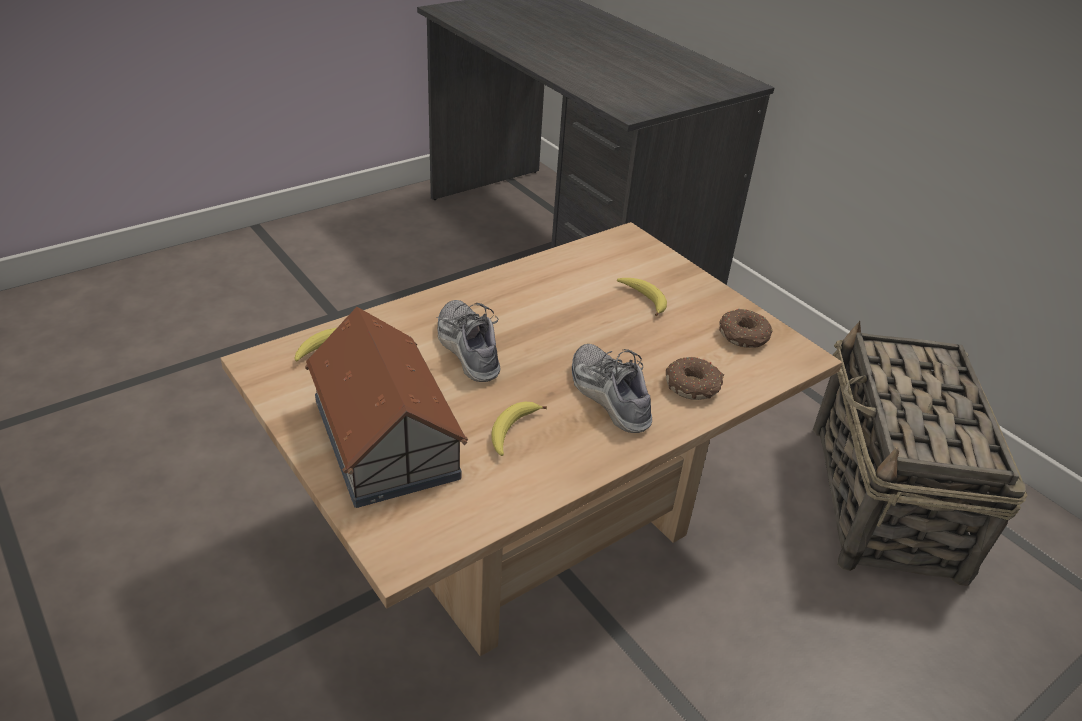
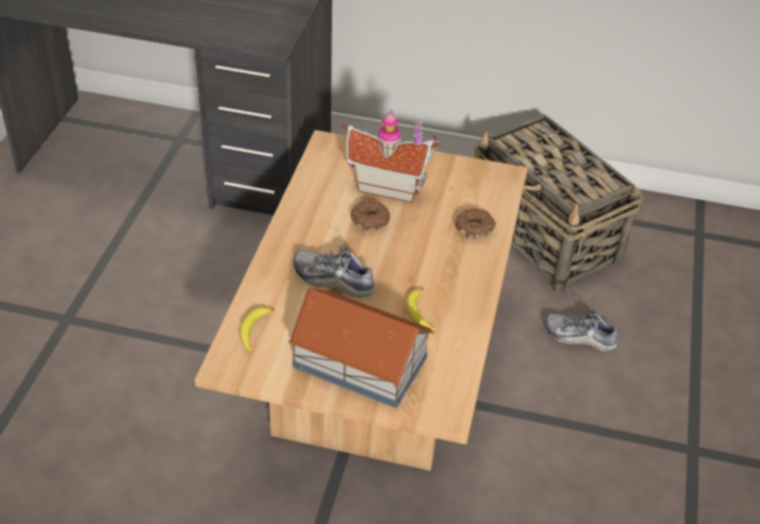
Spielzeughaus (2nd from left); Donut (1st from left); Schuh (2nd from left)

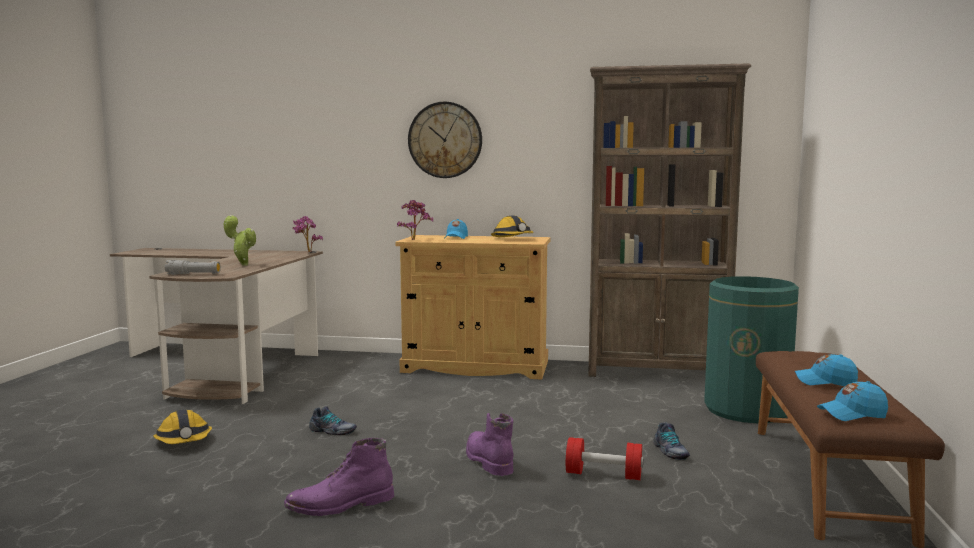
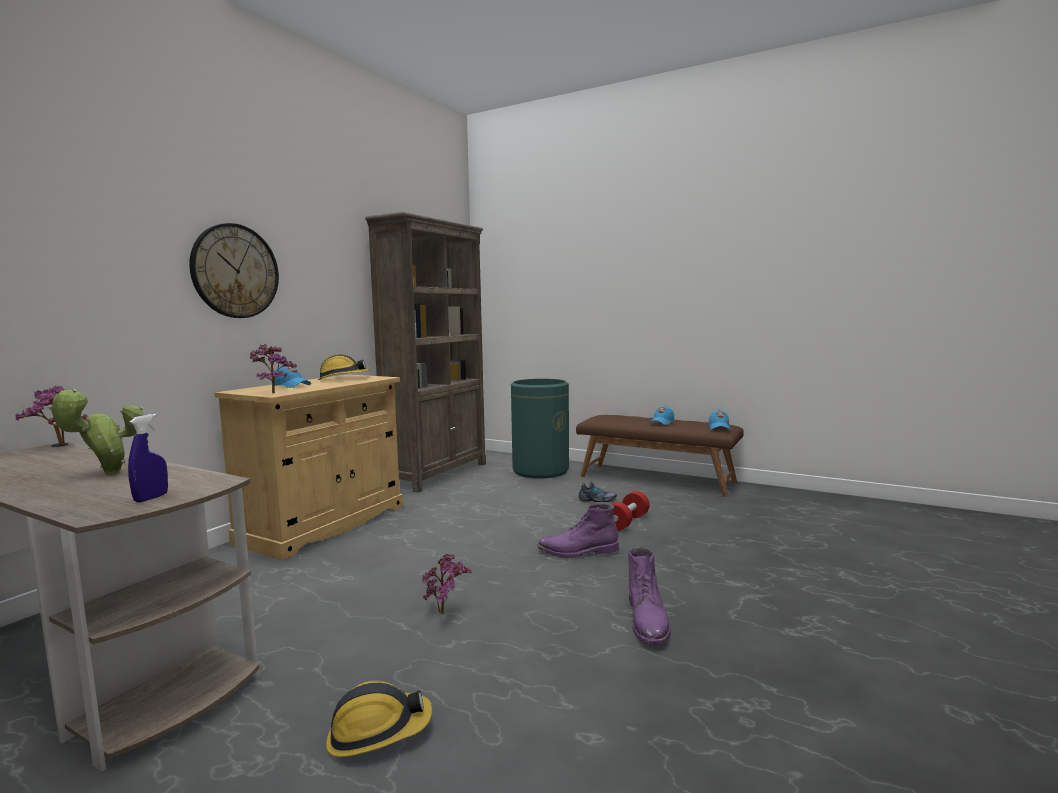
Sprühflasche/blau; Topfpflanze (4th from left)

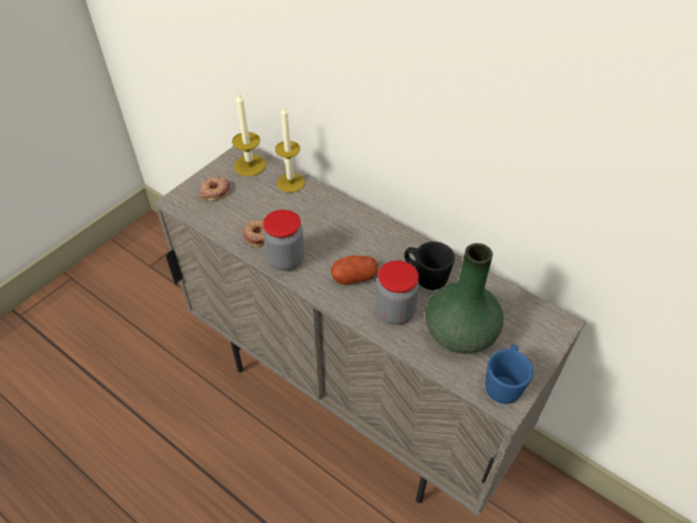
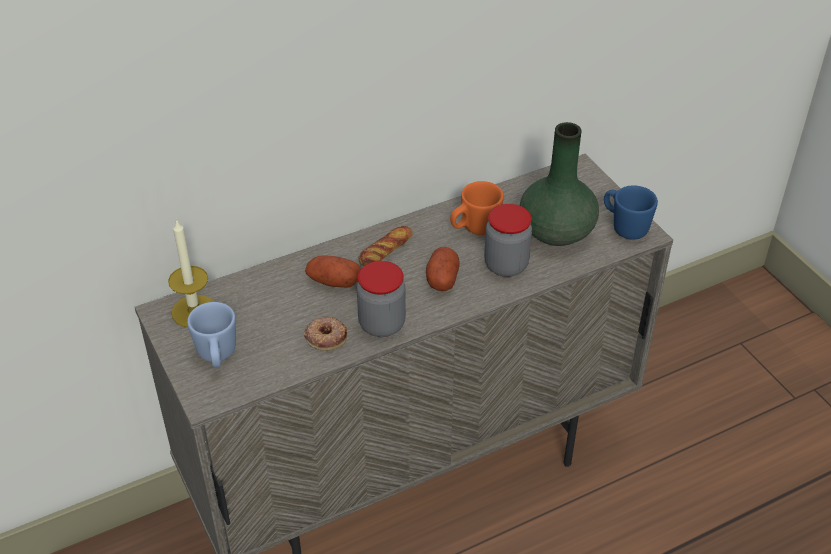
Henkelbecher/blau (1st from left); Kartoffel (1st from left); Brot; Henkelbecher/orange; Kerze (2nd from left in the first image)

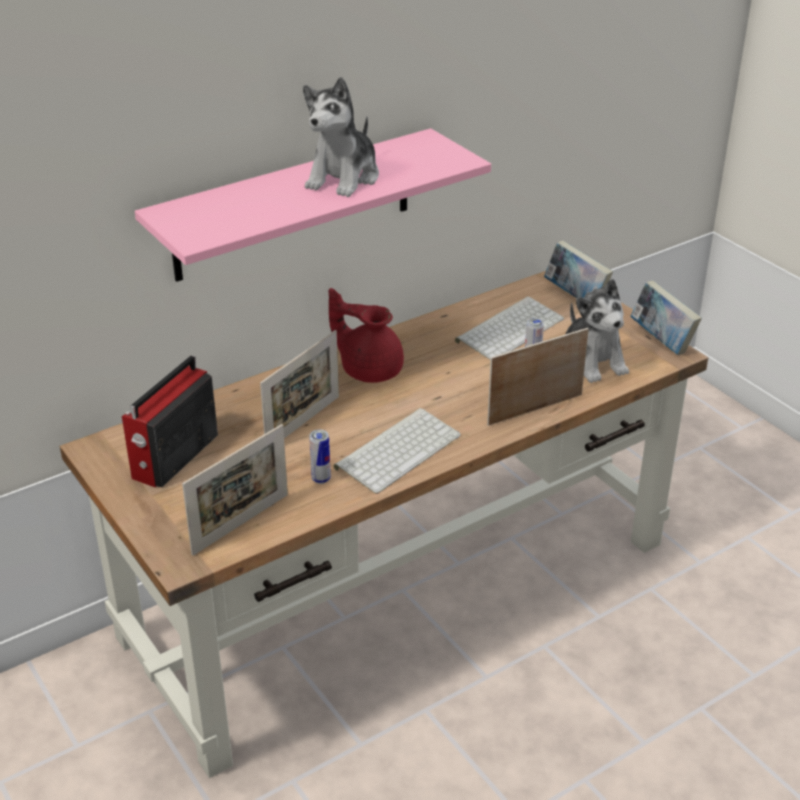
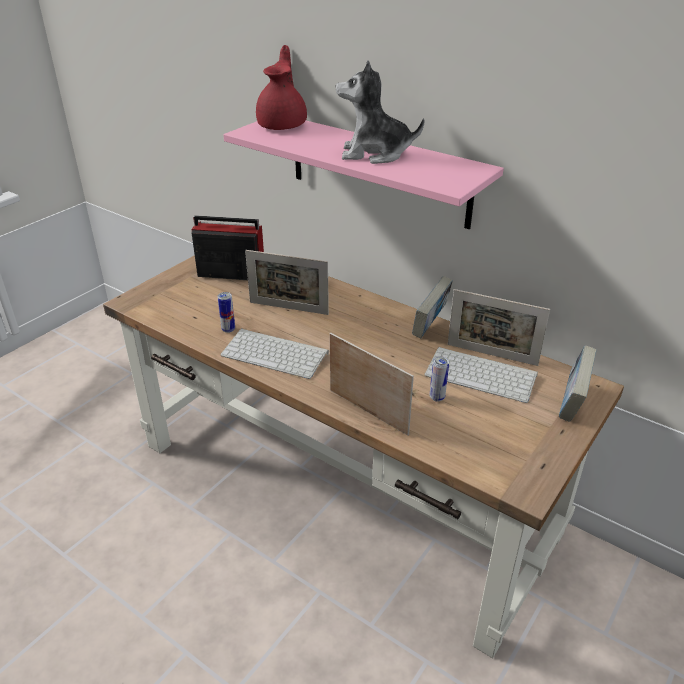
Teekanne/rot; Buch (1st from left); Bilderrahmen (3rd from left); Plüschtier (2nd from left in the first image)

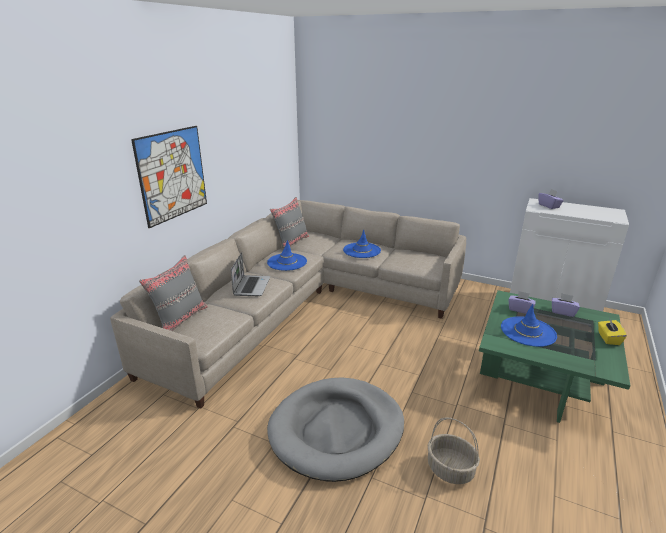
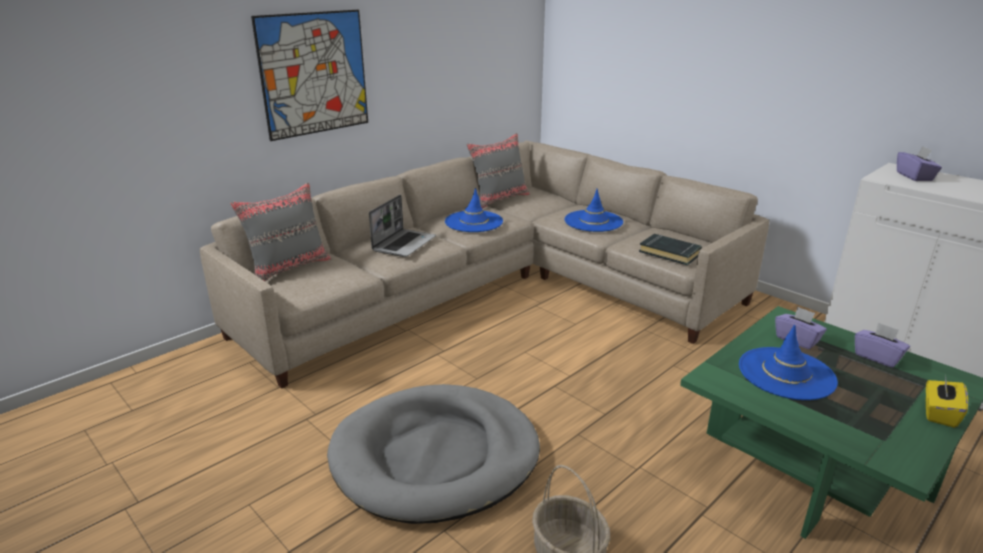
Buch/schwarz

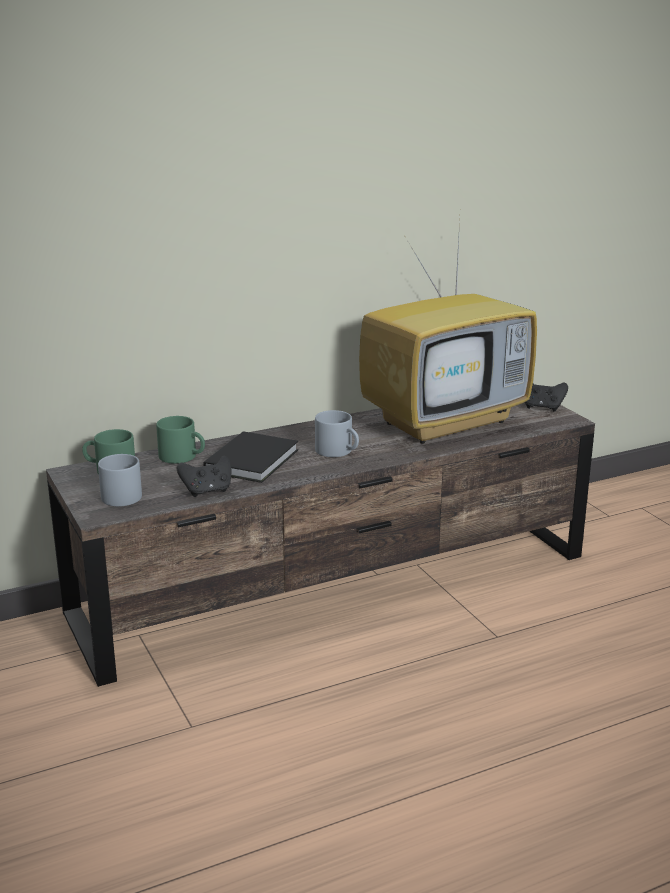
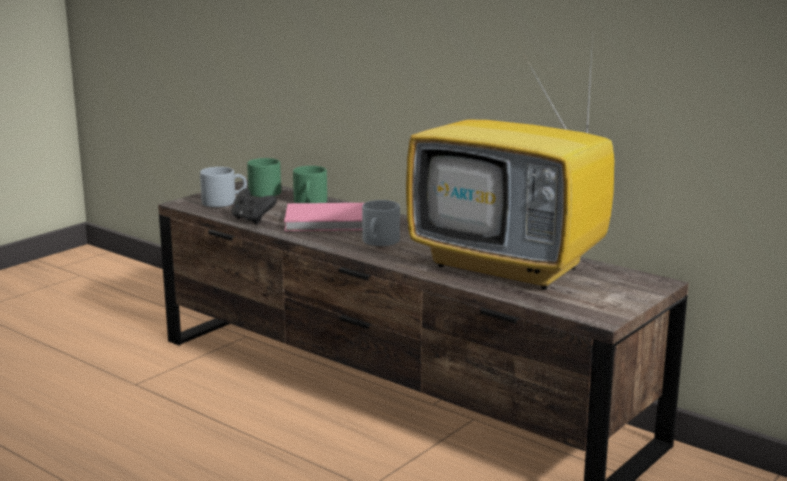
Buch/rosa; Gamepad/schwarz (2nd from left in the first image)

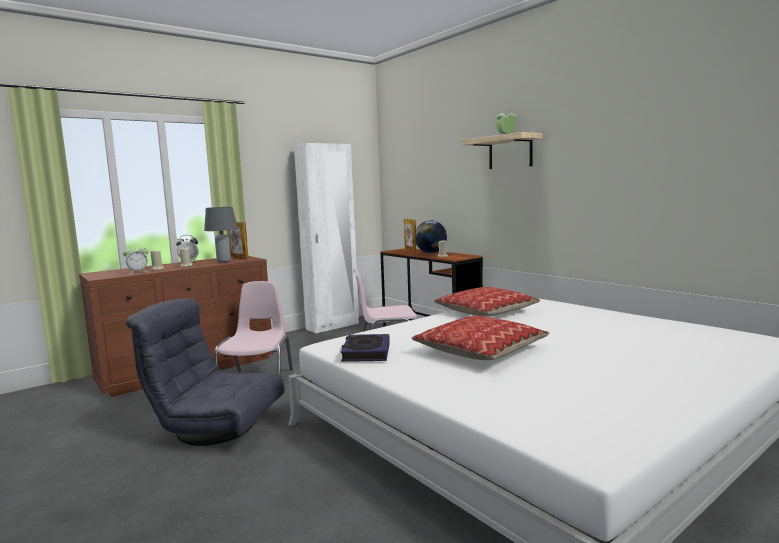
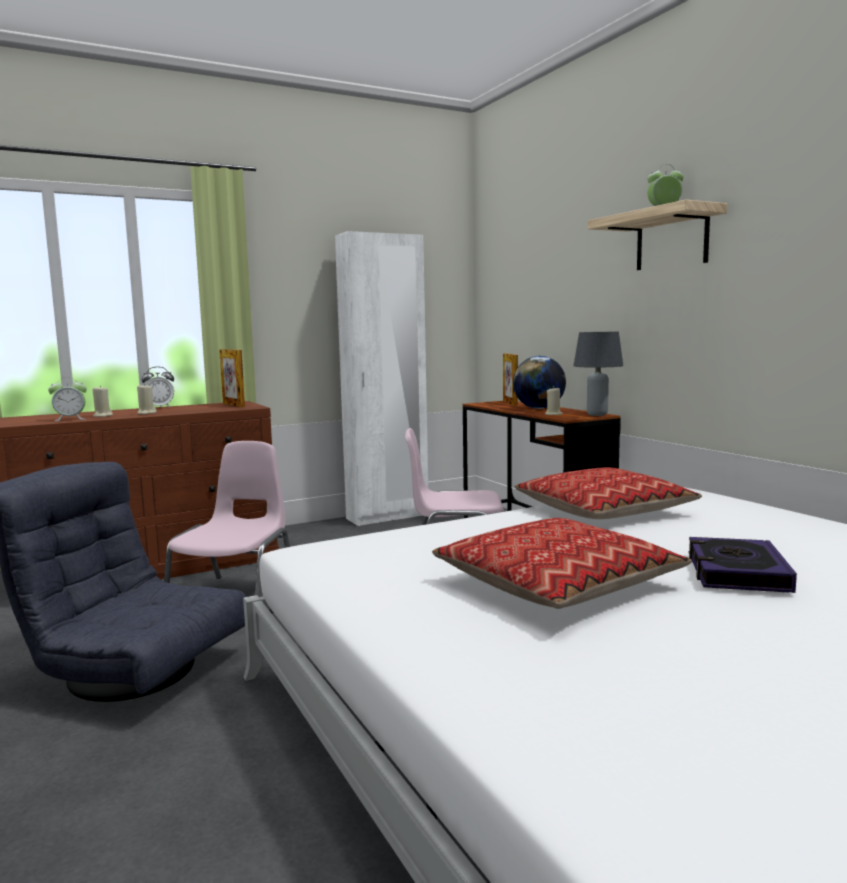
Tischlampe/grau; Buch

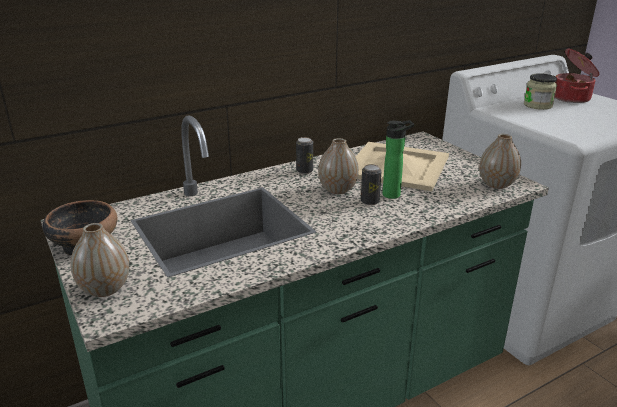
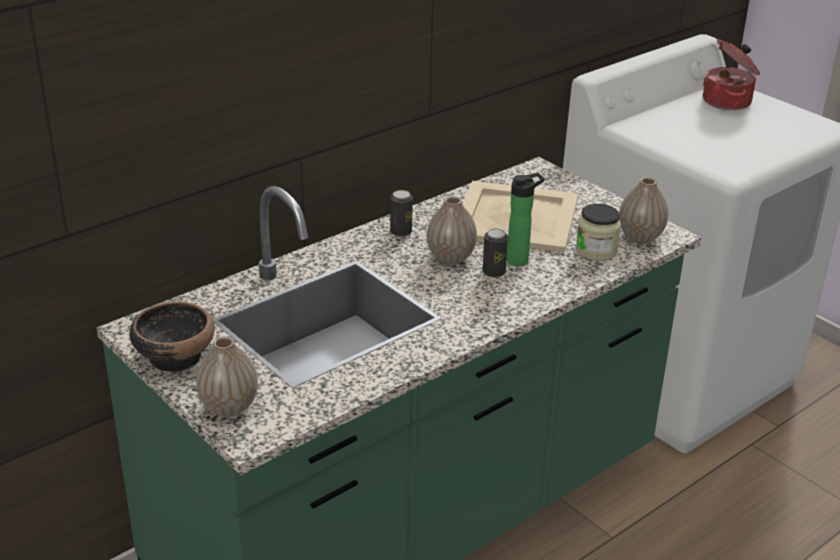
Vorratsglas

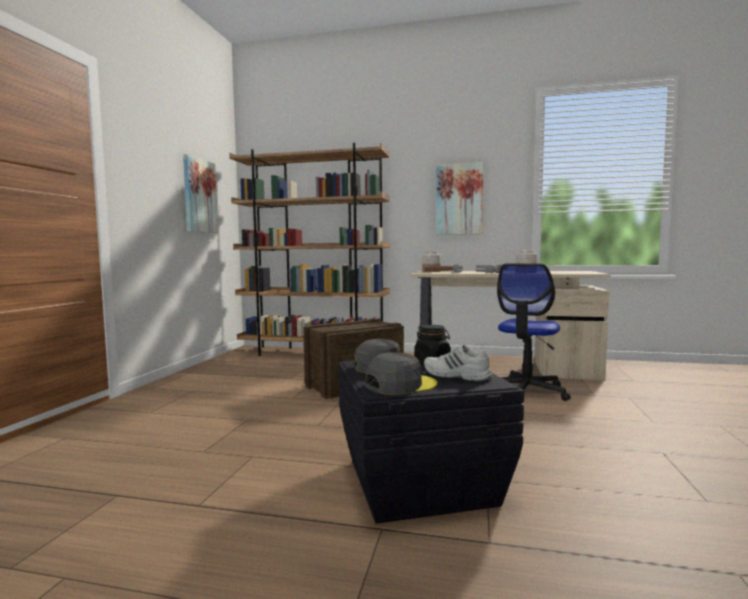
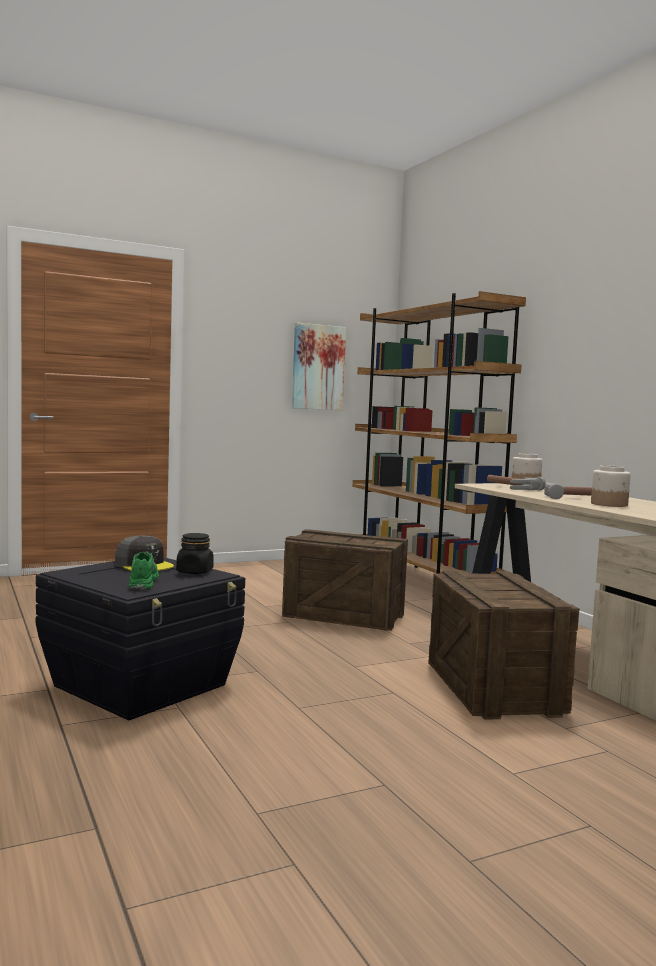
Schuh/grün; Kiste (2nd from left); Kappe/grau (2nd from left in the first image); Bild (2nd from left in the first image)

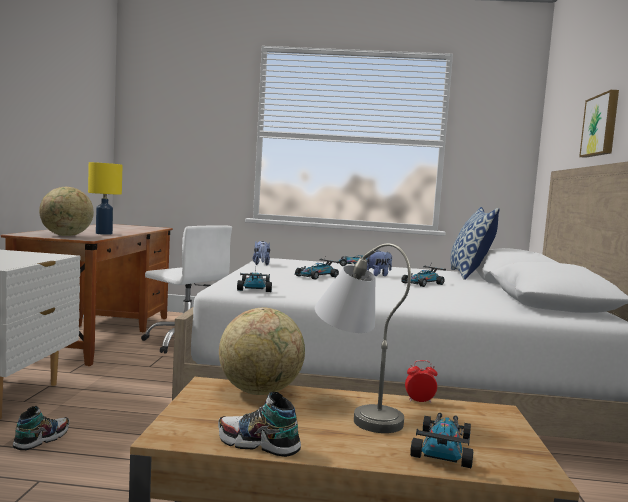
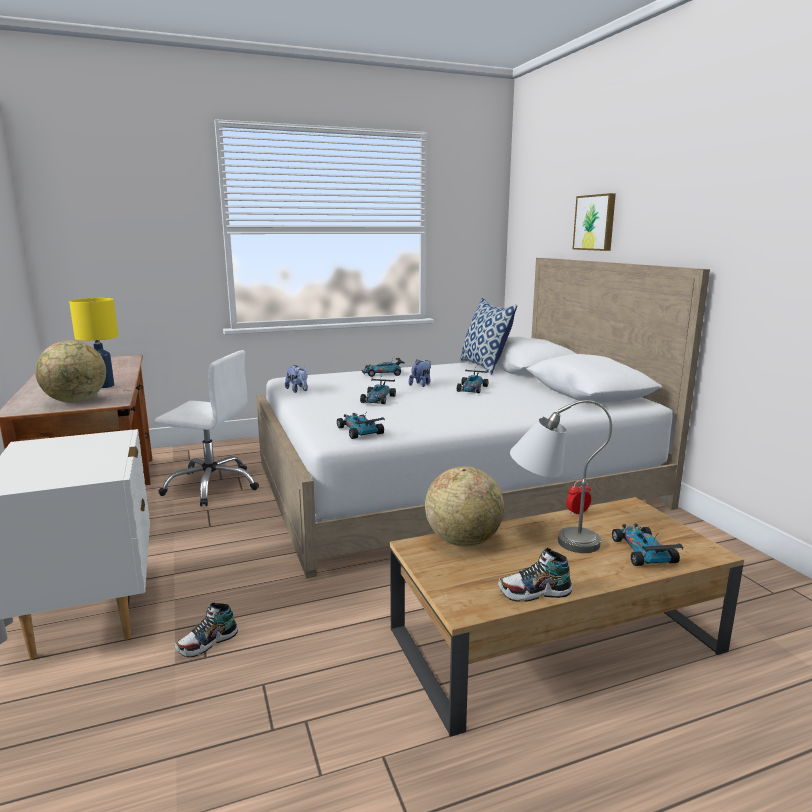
Schuh (1st from left)

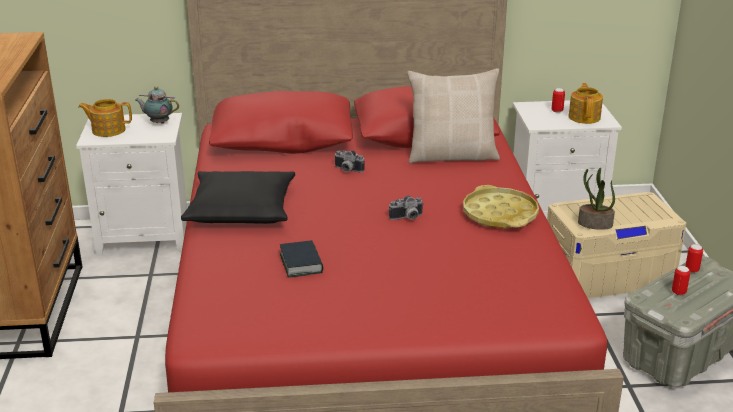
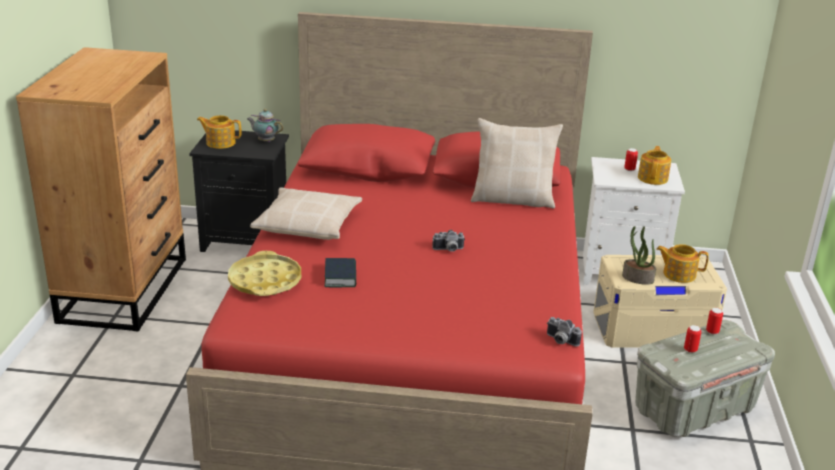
Nachttisch/schwarz; Tablett/gelb; Kissen/beige (1st from left); Kamera (2nd from left); Teekanne (4th from left)

